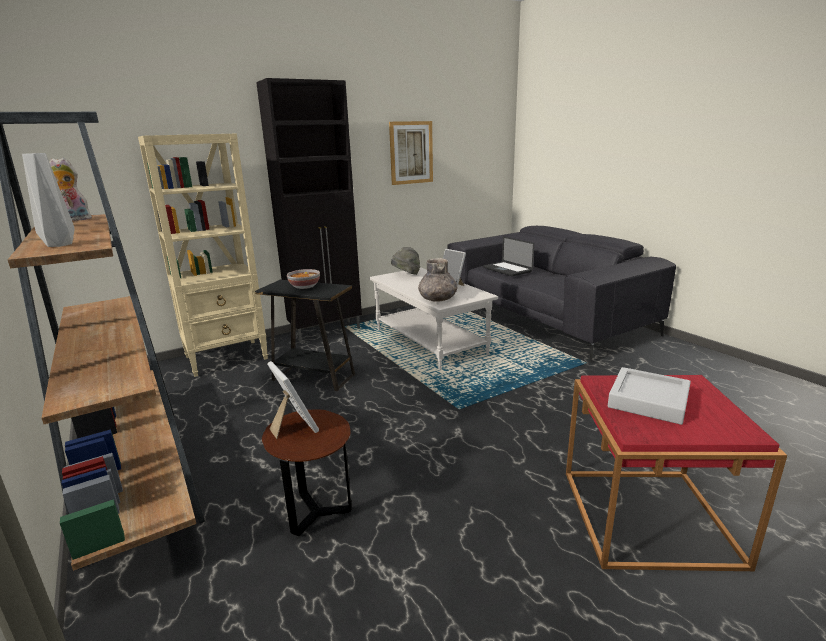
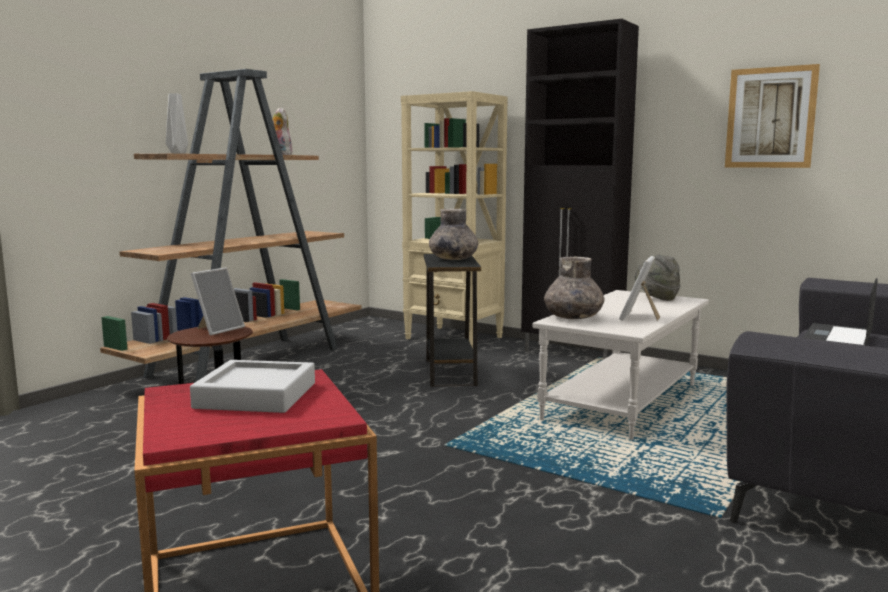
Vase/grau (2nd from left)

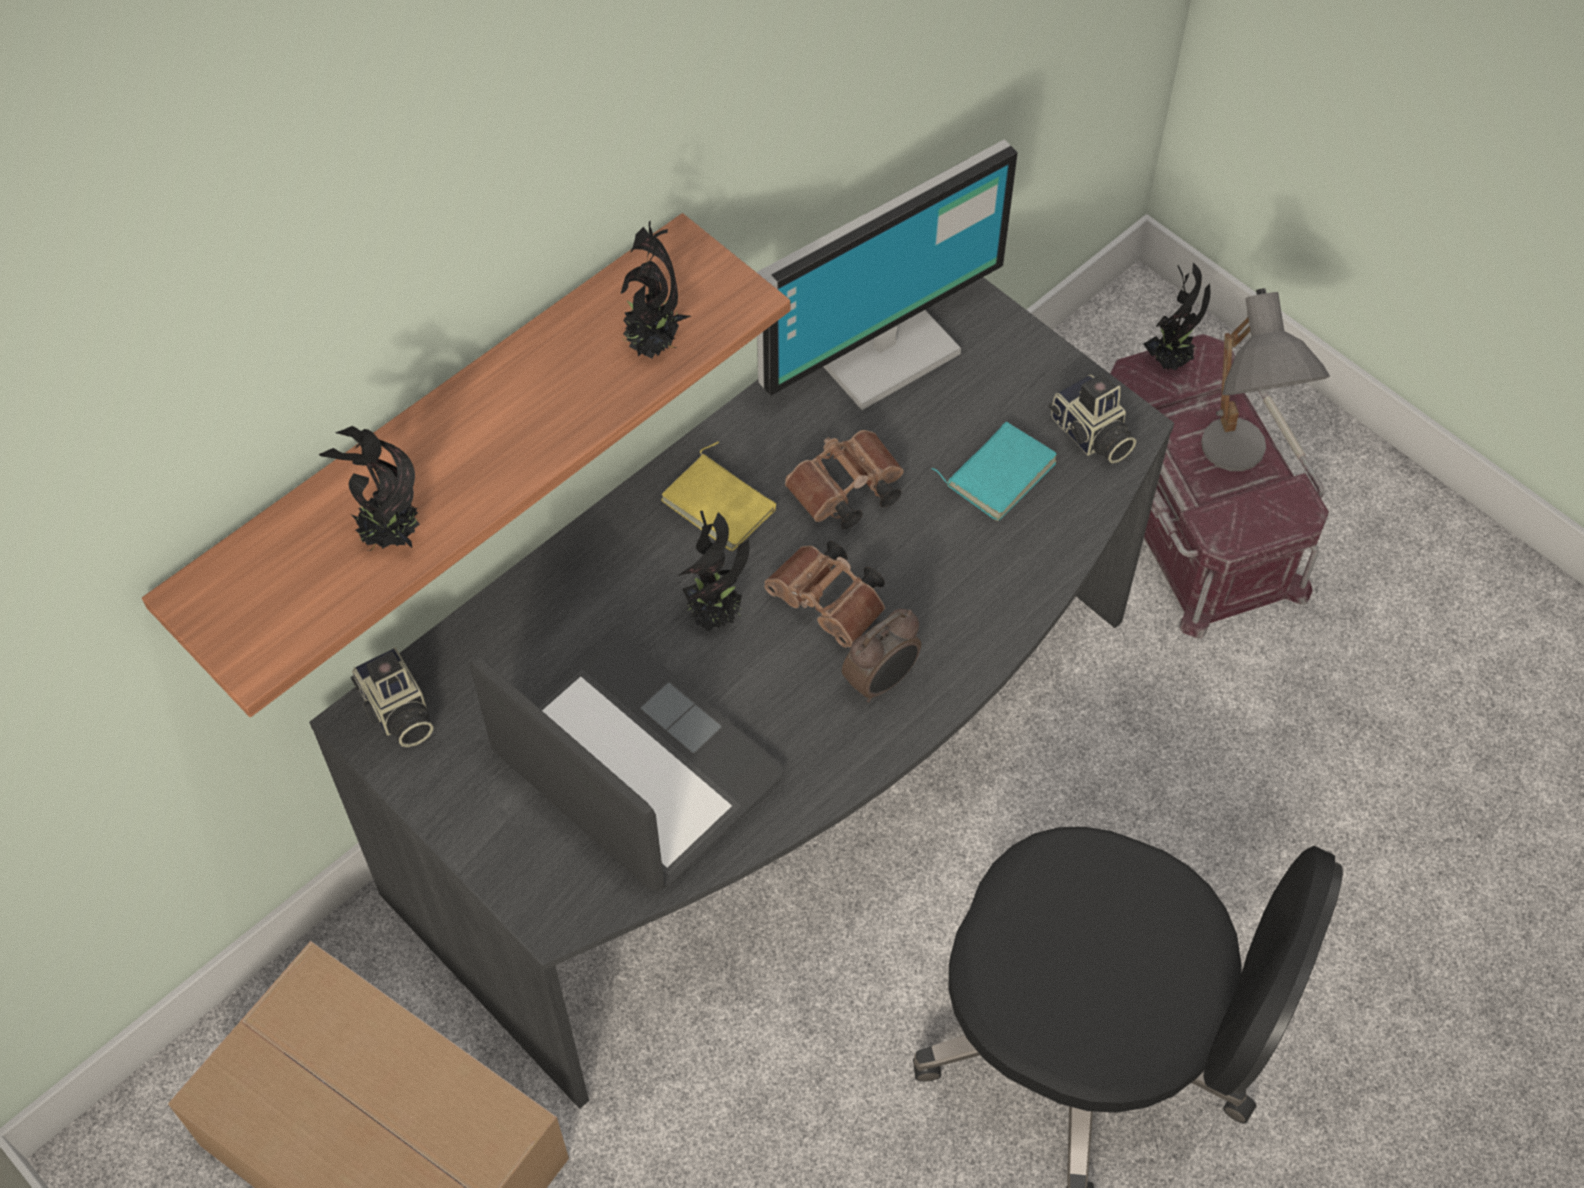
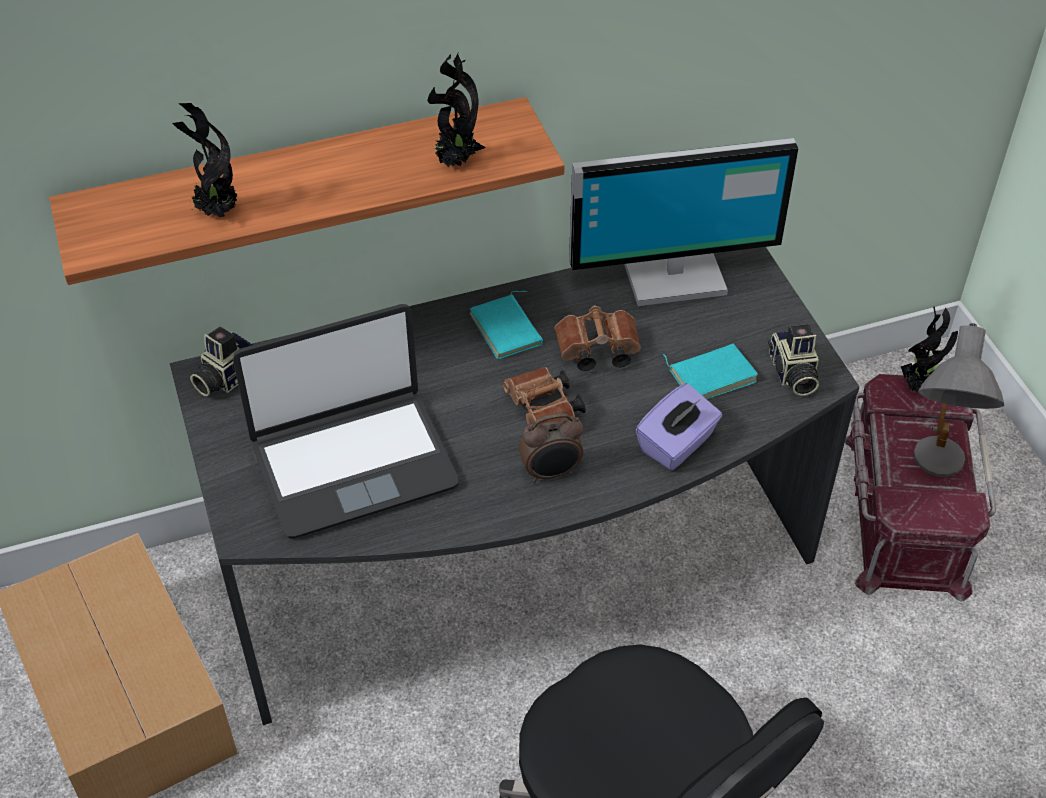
Kamera (1st from left); Laptop; Buch/türkis (1st from left); Taschentuchbox/lila; Topfpflanze (3rd from left in the first image)

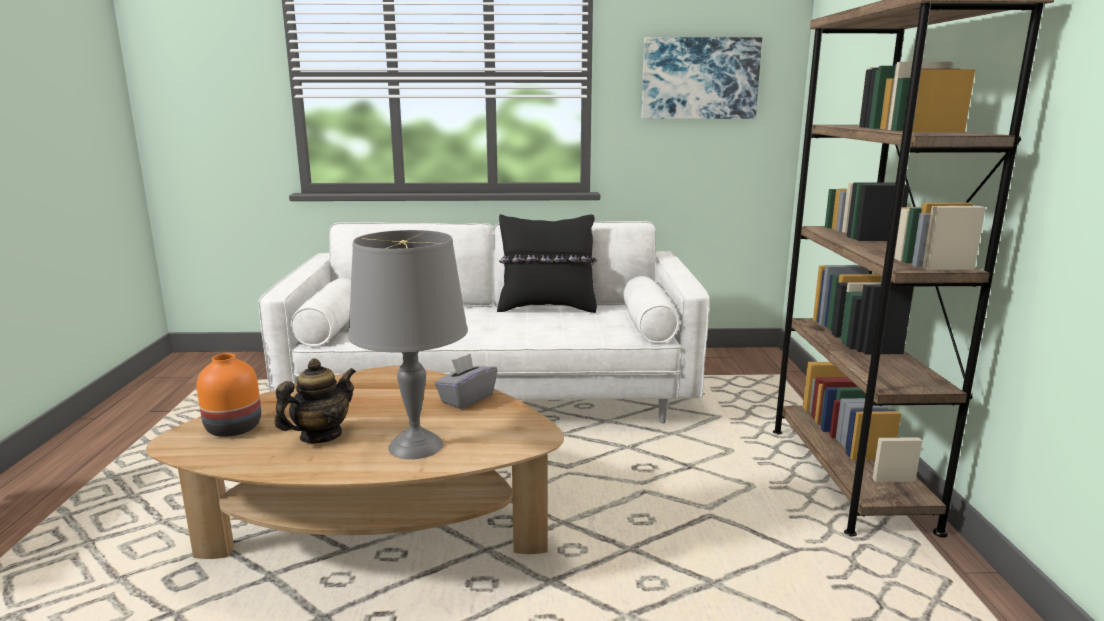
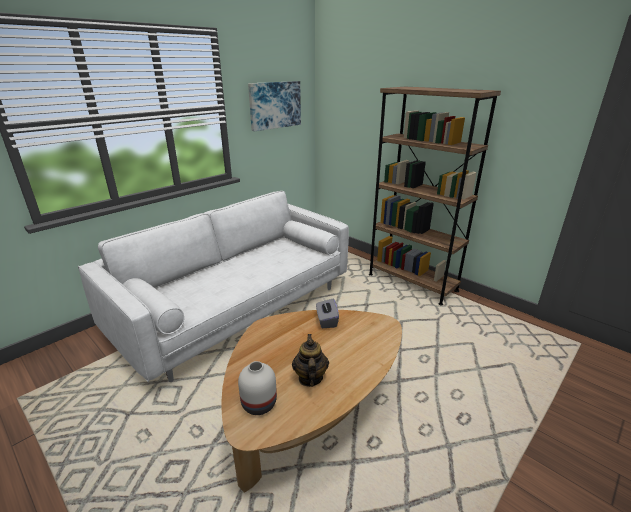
Vase/weiß; Tischlampe/grau; Kissen/schwarz

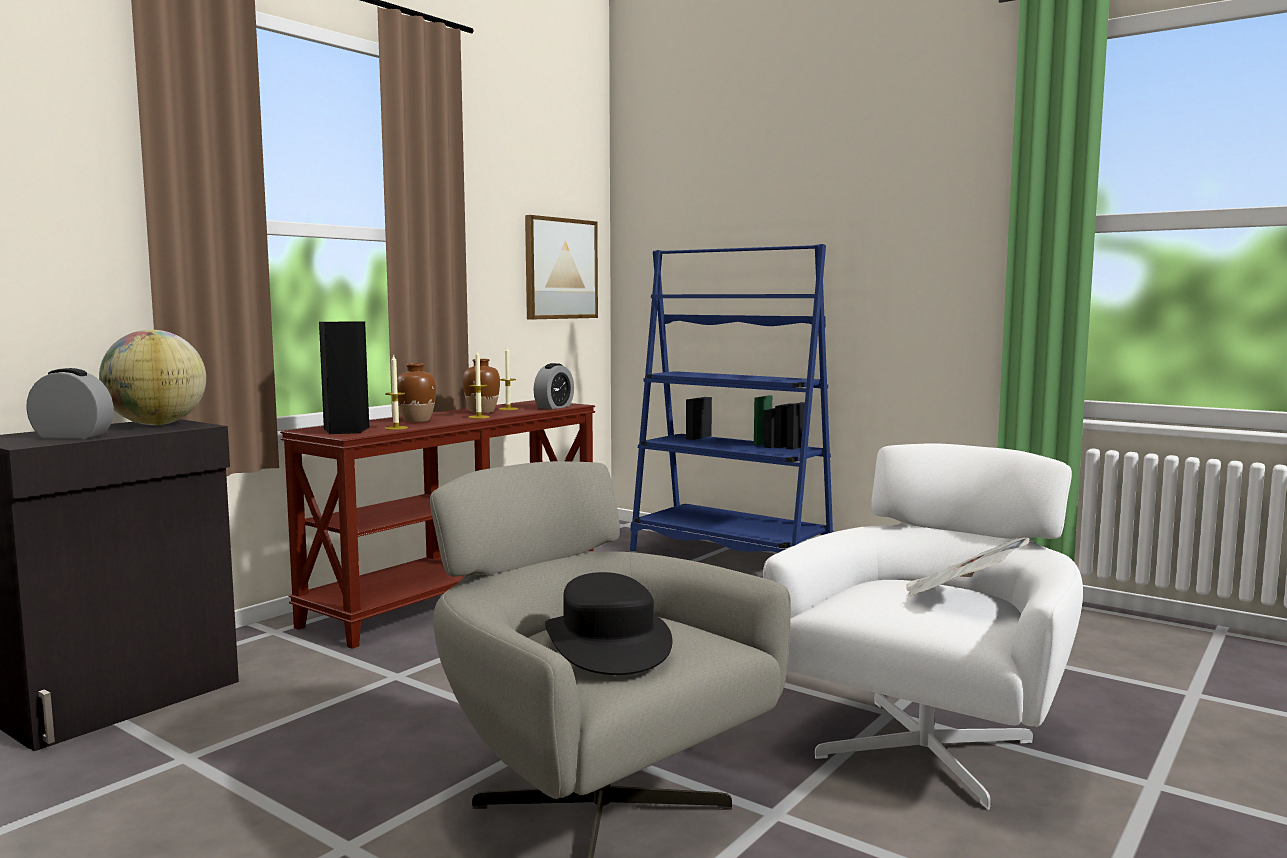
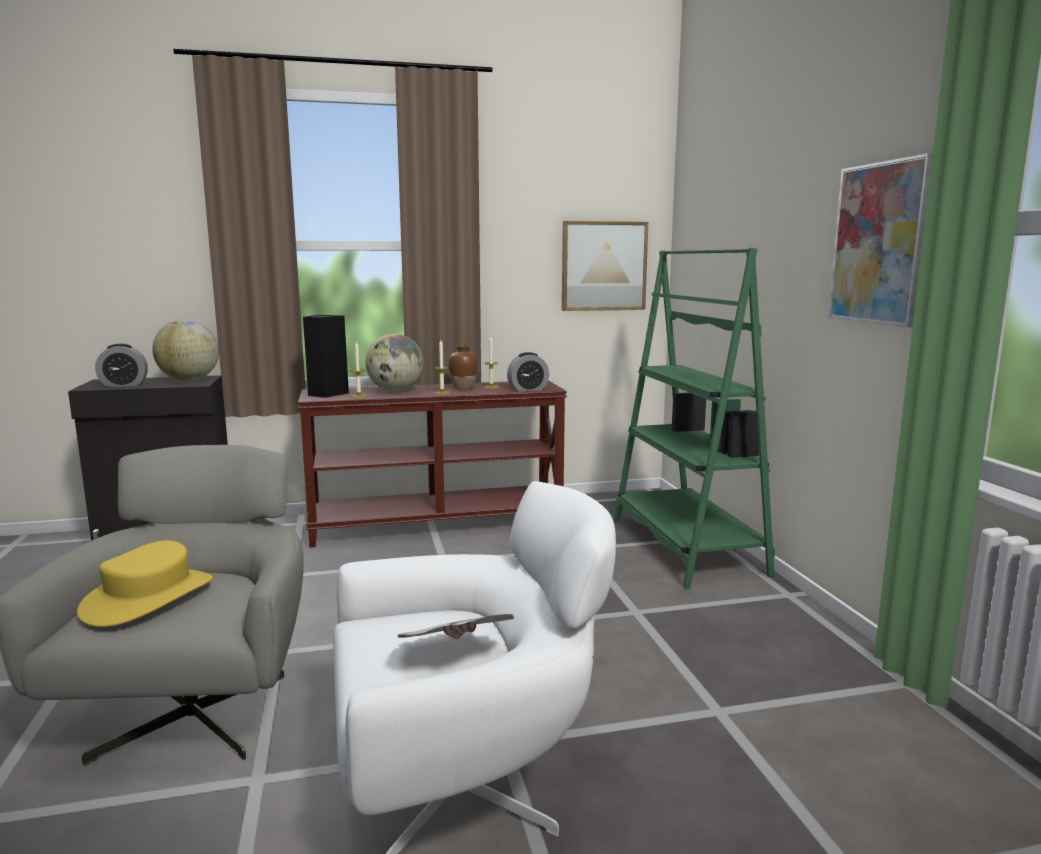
Hut/gelb; Wecker (1st from left); Globus (2nd from left); Bücherregal/grün; Bild (2nd from left)

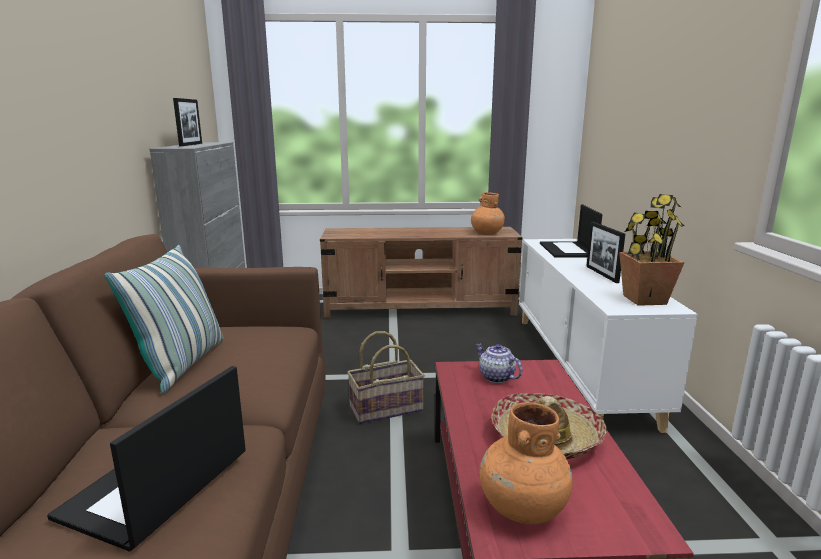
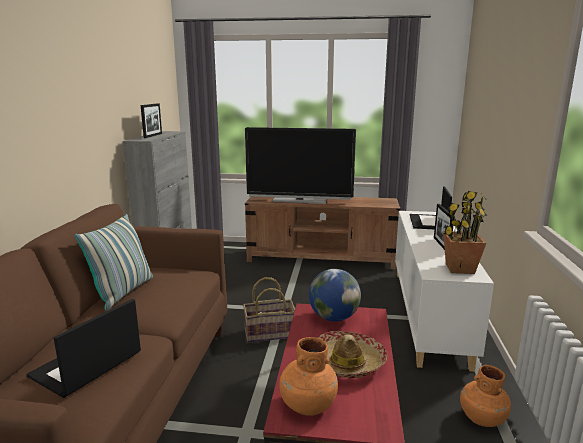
Fernseher; Globus; Vase/orange (2nd from left)

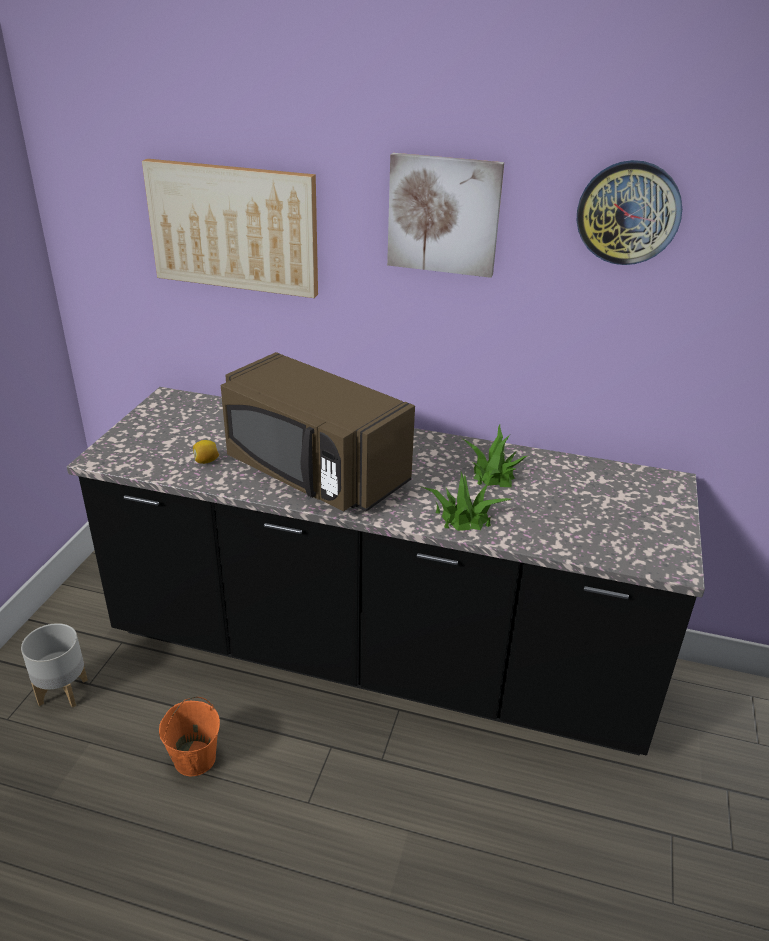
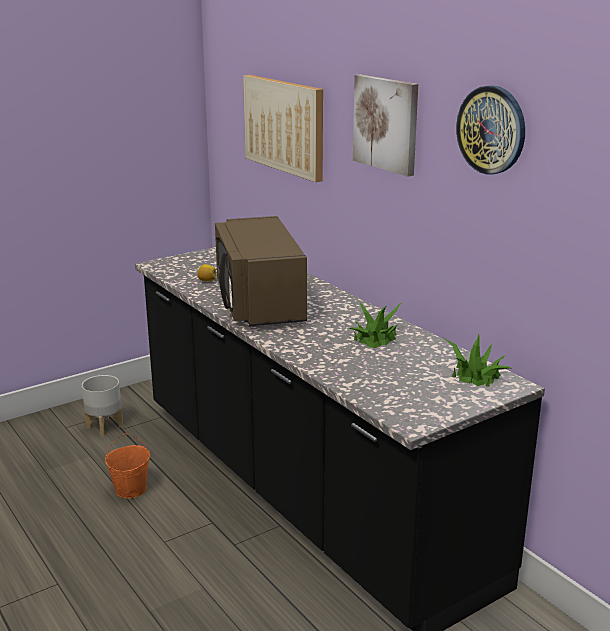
Topfpflanze (2nd from left)

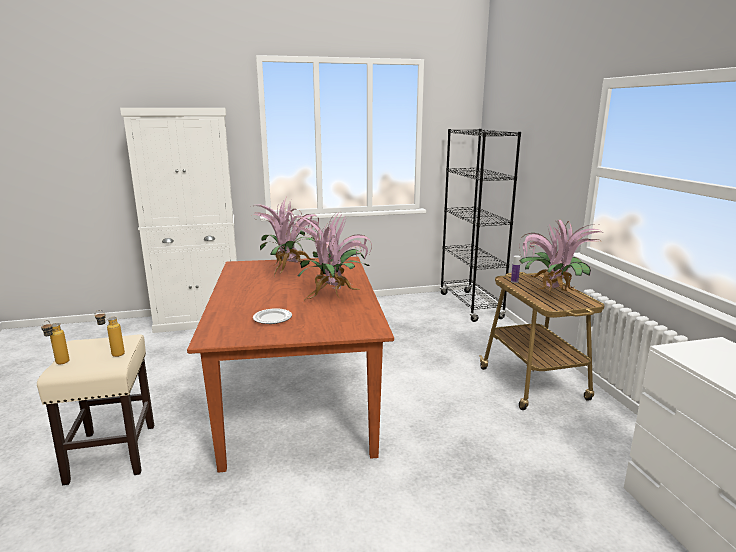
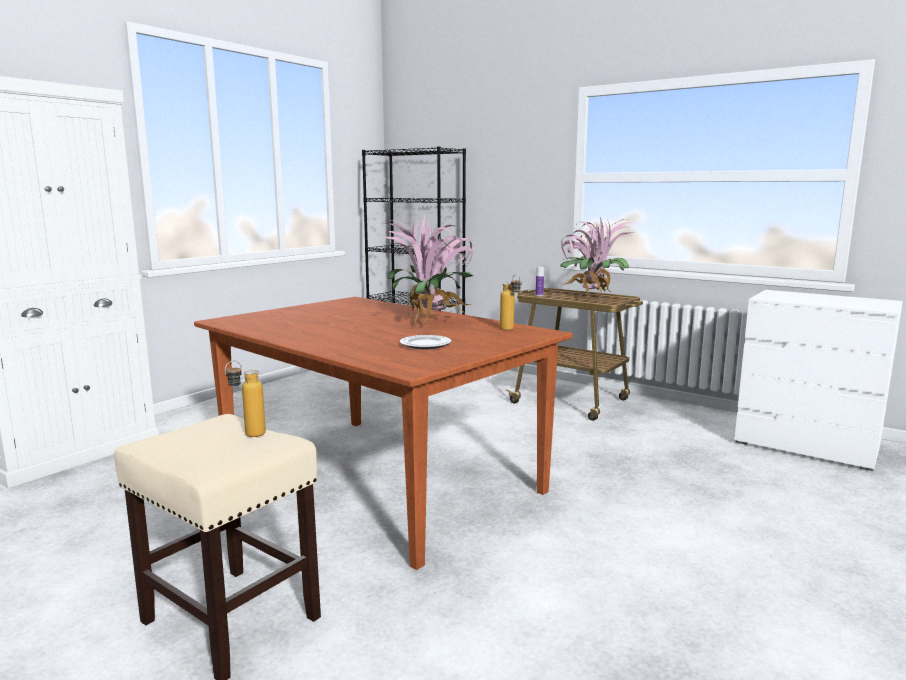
Flasche (2nd from left); Topfpflanze (1st from left in the first image)

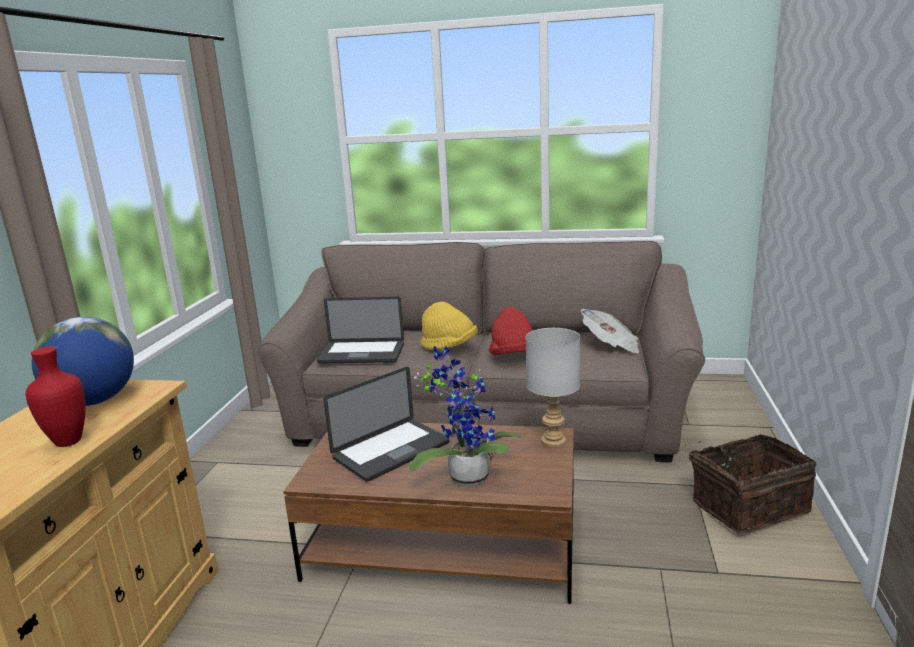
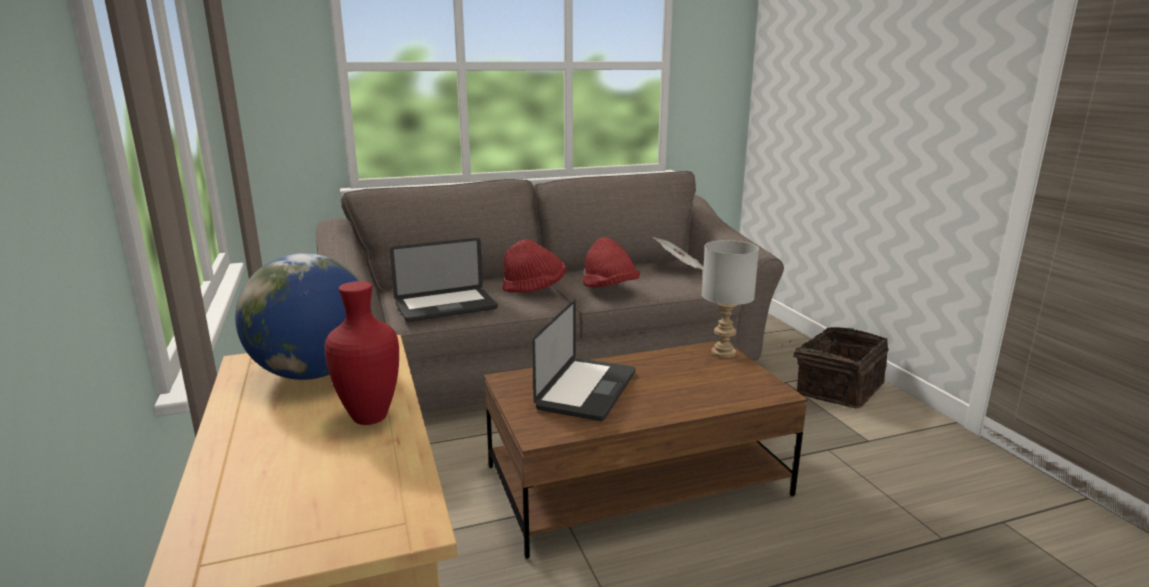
Hut/rot (1st from left); Topfpflanze

